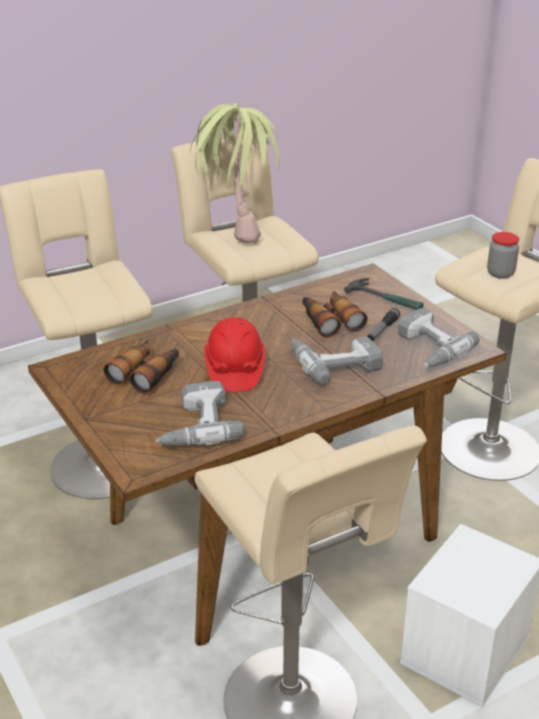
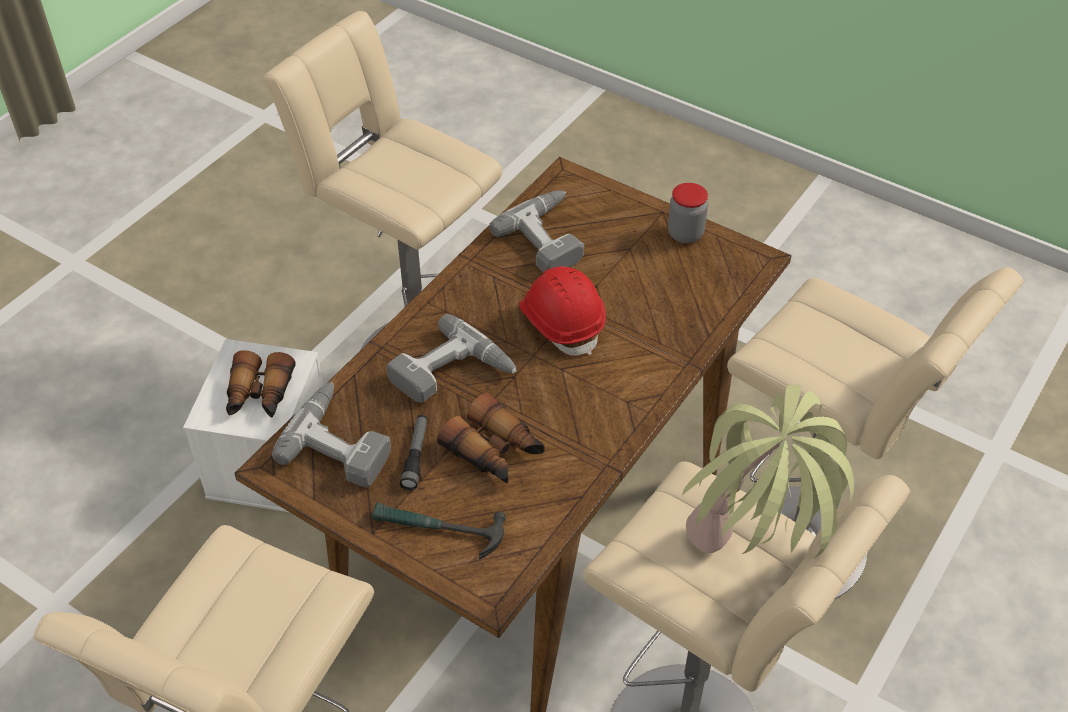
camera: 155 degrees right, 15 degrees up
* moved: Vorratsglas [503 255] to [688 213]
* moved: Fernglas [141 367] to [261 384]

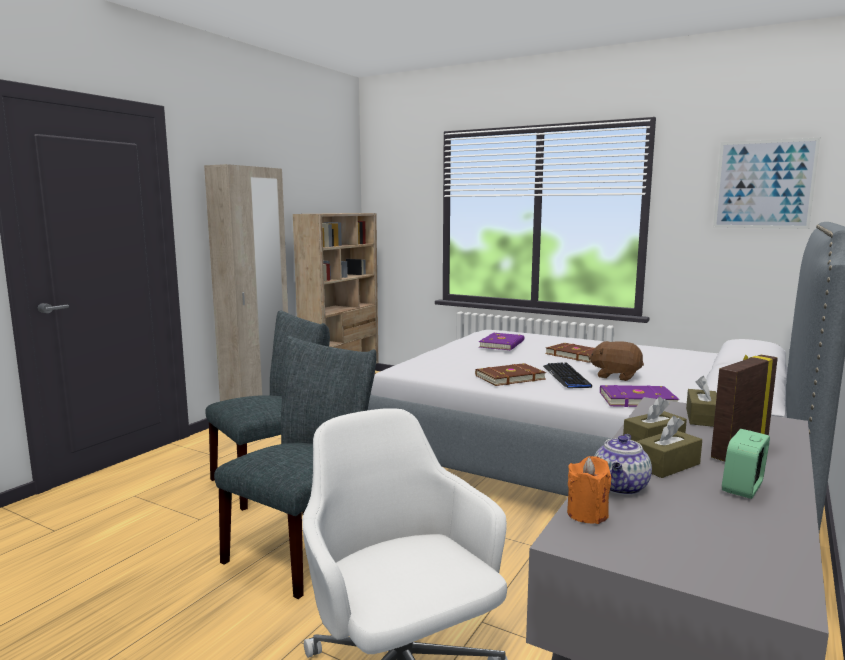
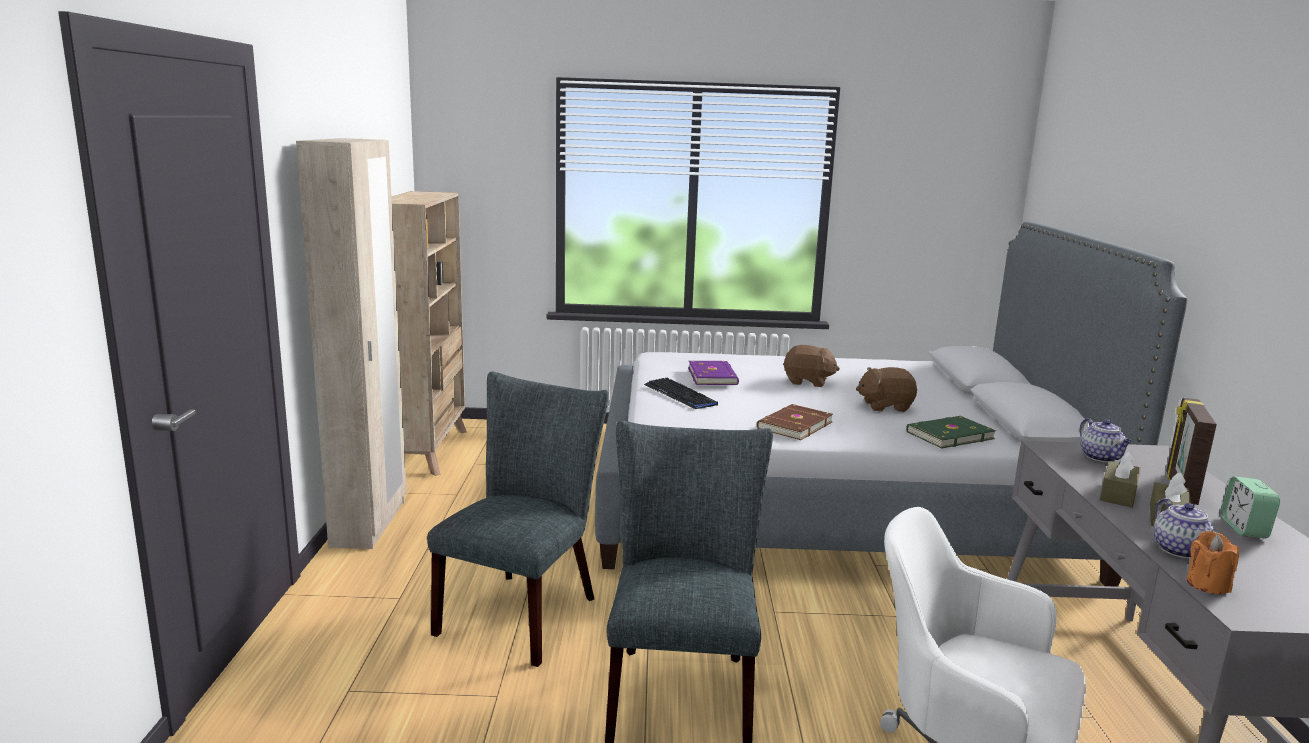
camera: 30 degrees left, 5 degrees up
* removed: Bild [766 183]
* replaced: Buch (braun) [570 353] to Plüschtier (braun) [811 366]
* moved: Tastatur [567 375] to [681 393]
* replaced: Taschentuchbox (braun) [701 401] to Teekanne [1105 440]
* recoloured: Buch (lila) [639 396] to Buch (grün) [951 432]

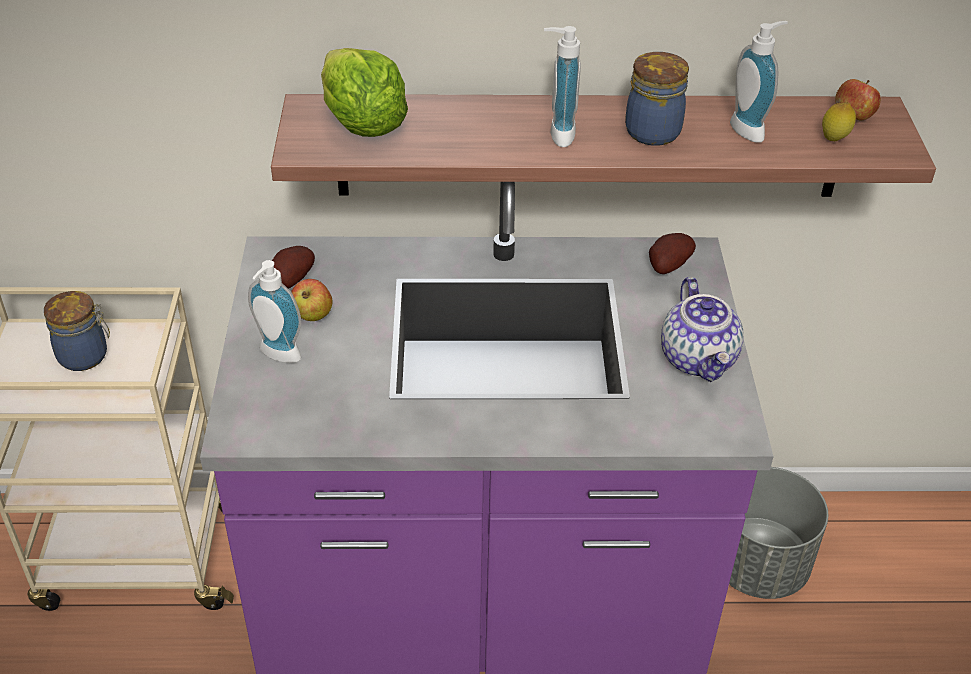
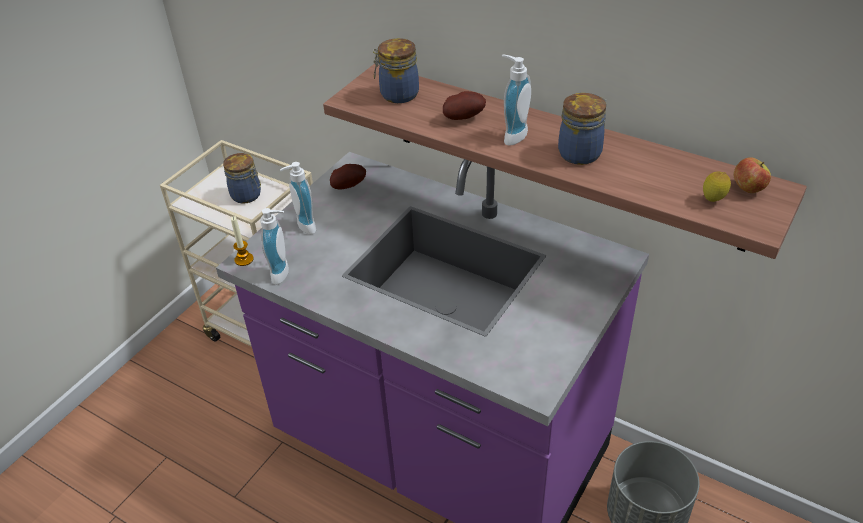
camera: 35 degrees right, 0 degrees up
* moved: Seifenspender [759 82] to [274 246]
* replaced: Salatkopf [364 92] to Vorratsglas [396 70]
* moved: Kartoffel [672 253] to [464 105]
* removed: Teekanne [702 329]
* removed: Apfel [311 300]
* added: Kerze [242 241]

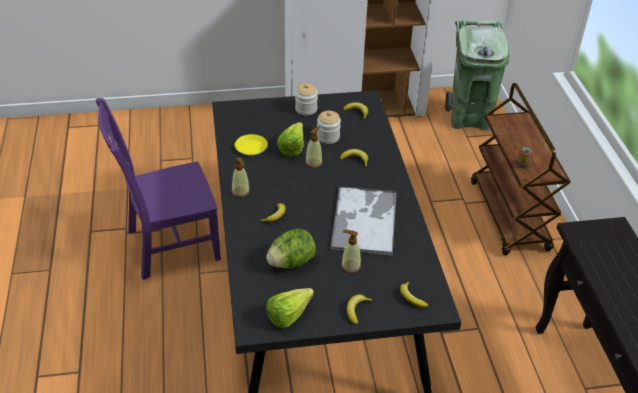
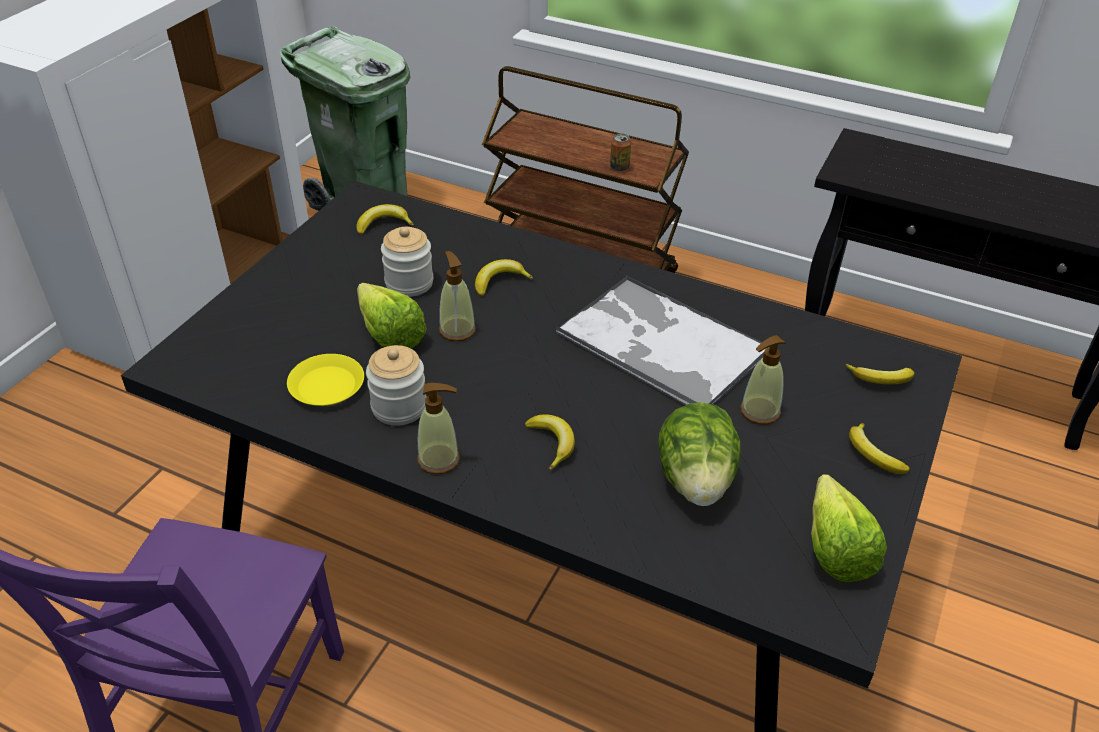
camera: 55 degrees left, 0 degrees up
* moved: Vorratsglas [306 99] to [396 385]

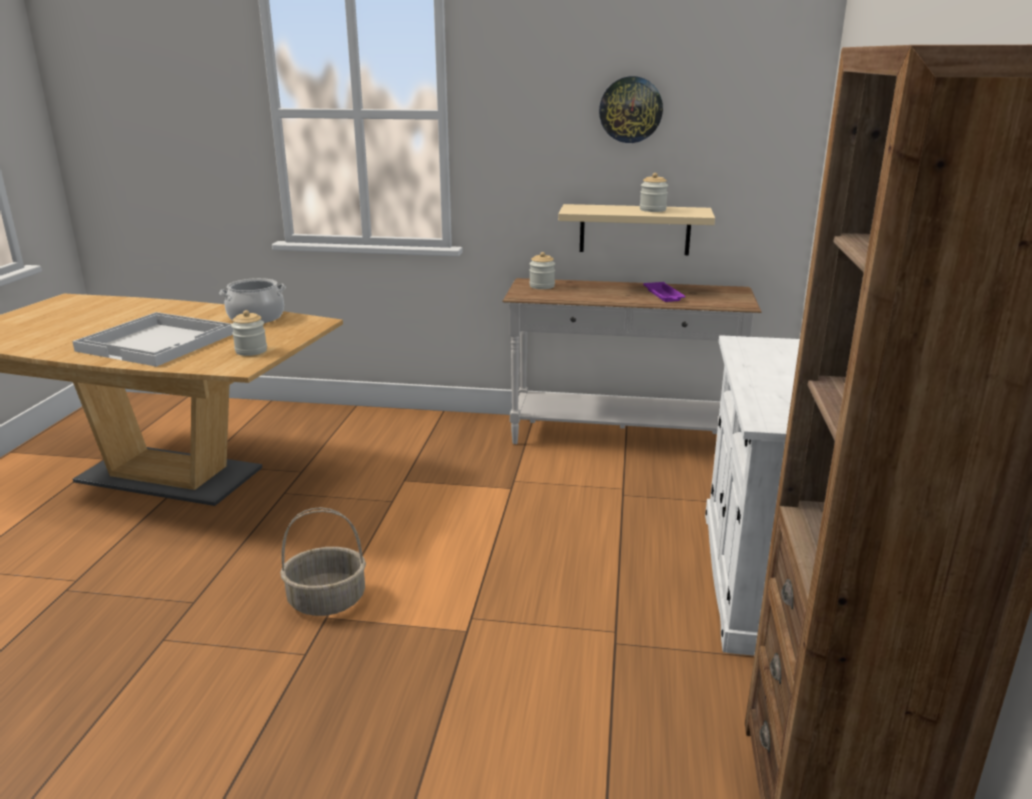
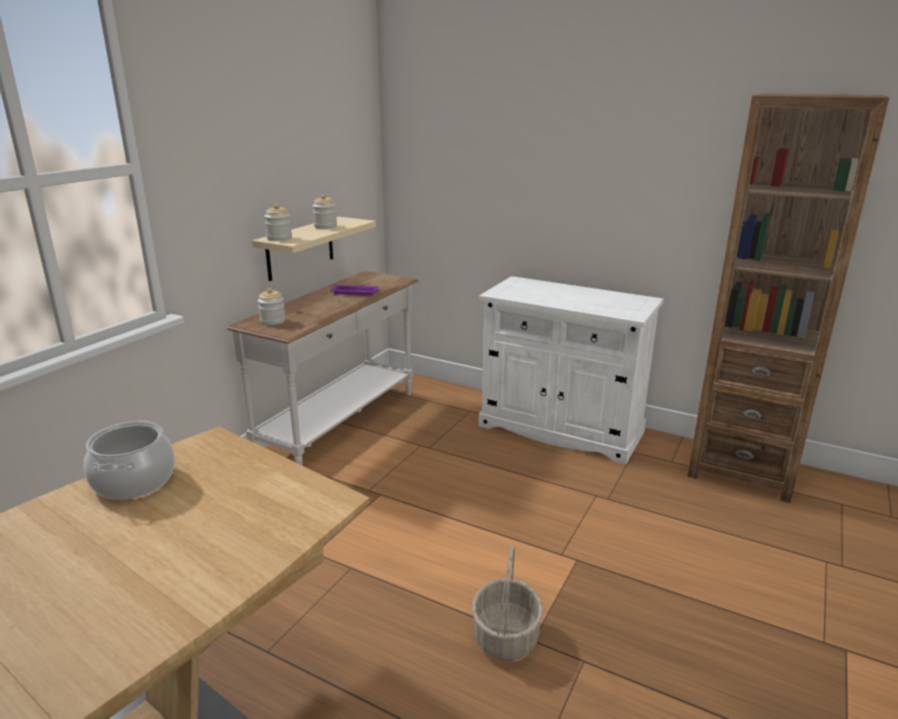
camera: 70 degrees left, 0 degrees up
* removed: Wanduhr [631 109]
* moved: Vorratsglas [249 333] to [278 222]
* removed: Tablett (weiß) [152 339]

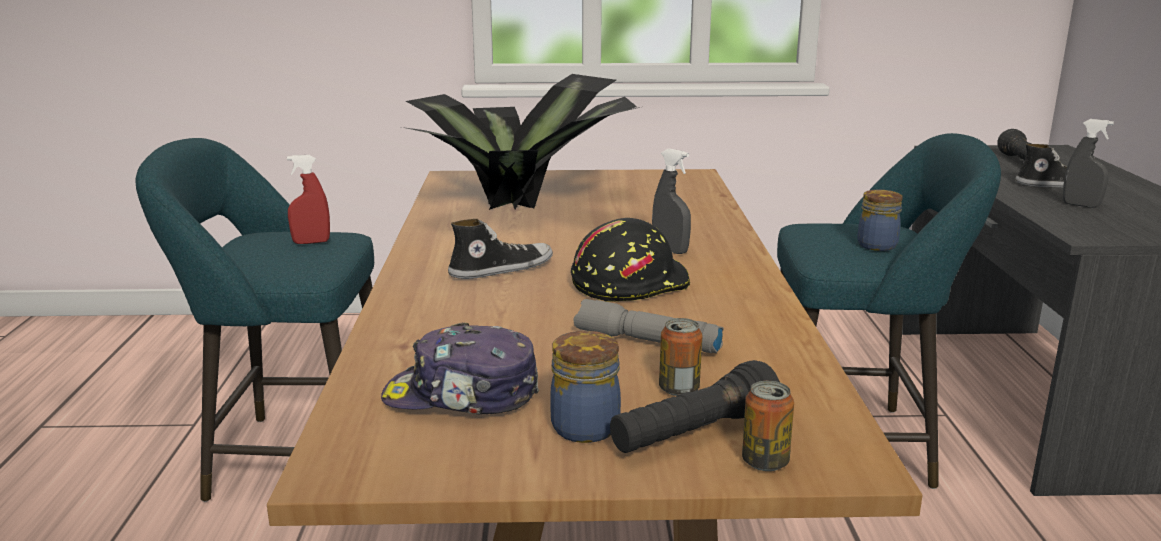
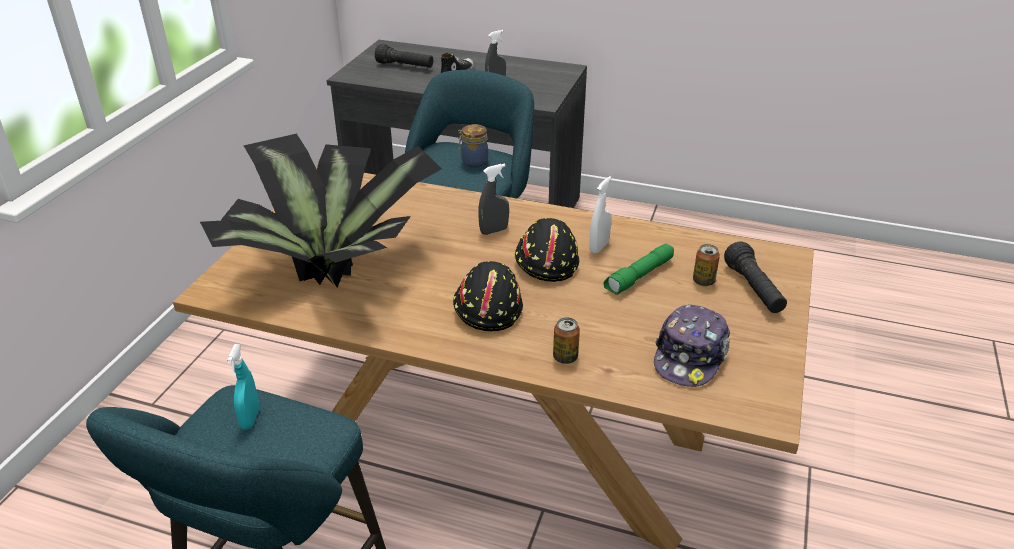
camera: 70 degrees left, 15 degrees up
* recoloured: Sprühflasche (rot) [308 199] to Sprühflasche (türkis) [243 387]
* replaced: Schuh [500 249] to Schutzhelm (schwarz) [488 296]
* recoloured: Taschenlampe (grau) [649 326] to Taschenlampe (grün) [639 269]
* removed: Vorratsglas [585 387]
* moved: Dose [768 426] to [566 340]
* added: Sprühflasche (weiß) [600 215]

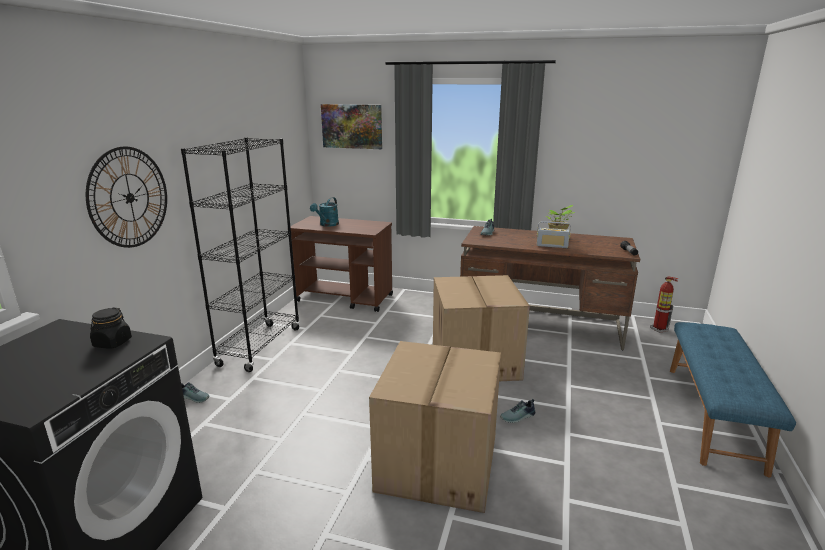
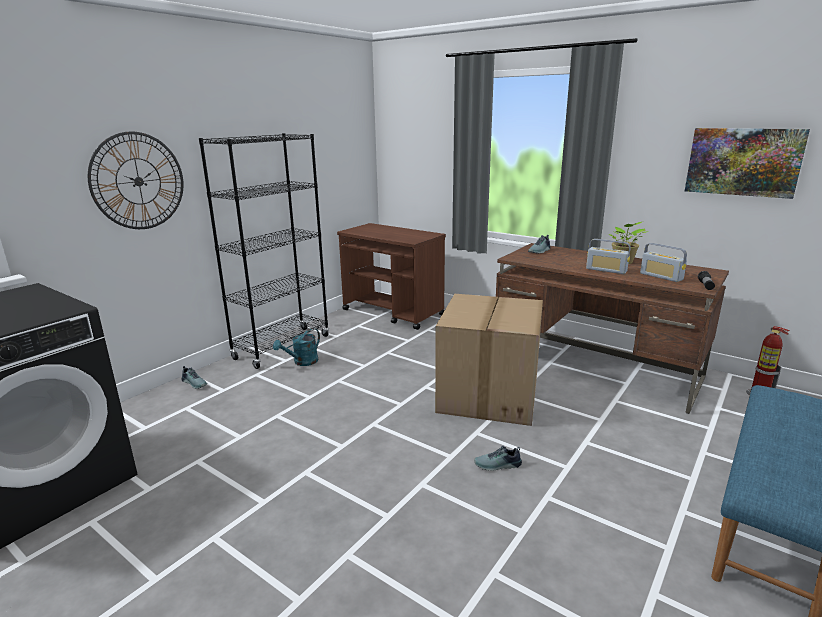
camera: 20 degrees right, 0 degrees up
* moved: Bild [351 126] to [747 163]
* moved: Gießkanne (türkis) [324 212] to [296 347]
* removed: Vorratsglas (schwarz) [111 328]
* removed: Karton [435 427]
* added: Radio [663 262]

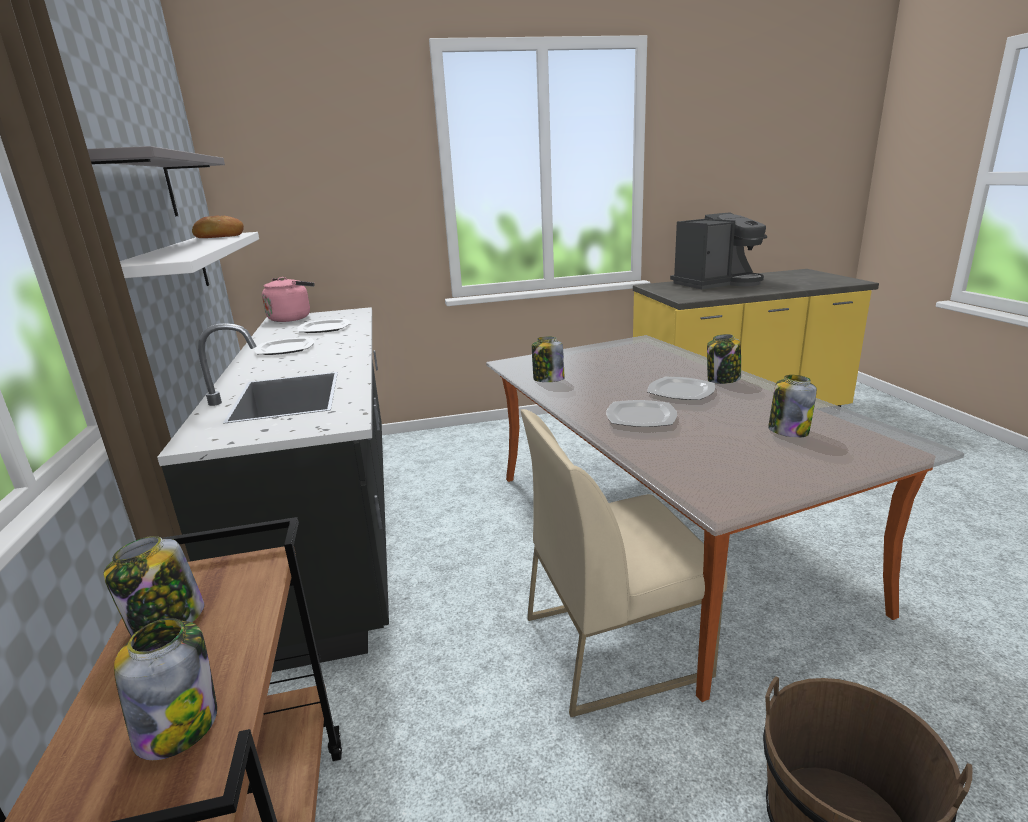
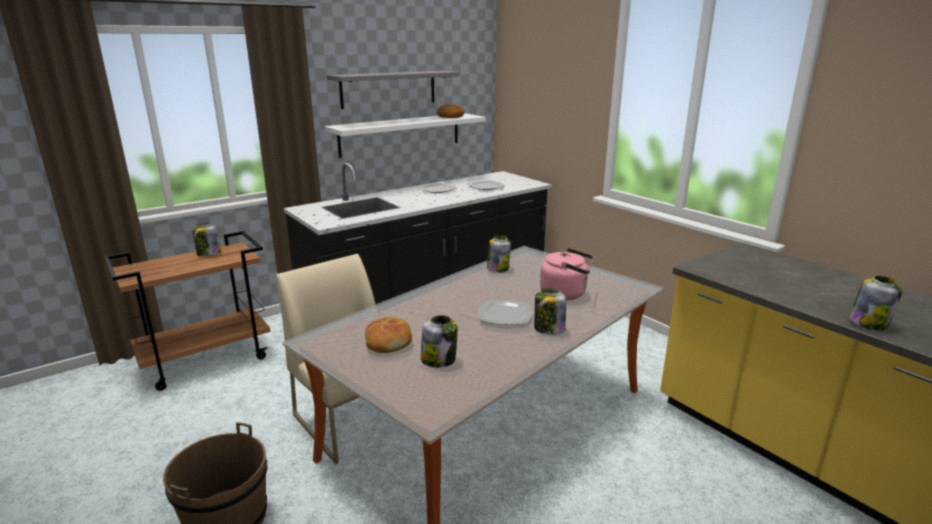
camera: 65 degrees right, 0 degrees up
* removed: Kaffeemaschine [718 250]
* moved: Wasserkessel (rosa) [288 299] to [566 274]
* removed: Teller [641 413]
* moved: Vorratsglas [165 689] to [876 303]
* added: Brot [388 335]

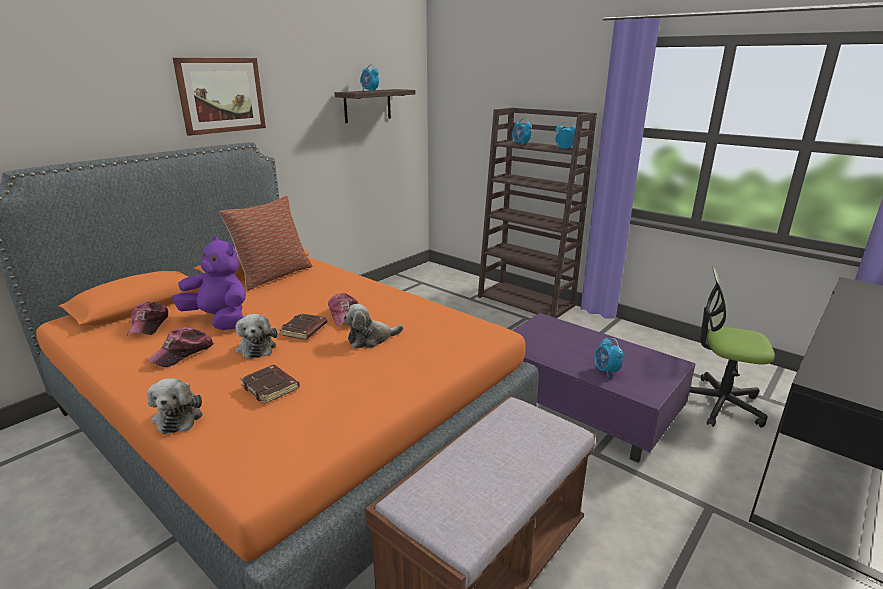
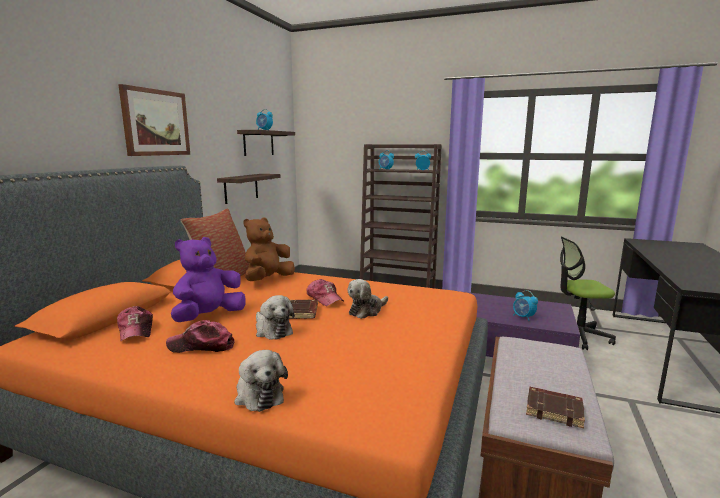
camera: 20 degrees left, 10 degrees down
* turned: Plüschtier (lila) [209 283] = [208 279] 60 degrees counterclockwise
* turned: Kappe [180 347] = [200 336] 75 degrees clockwise
* moved: Buch (braun) [270 384] to [555 408]
* added: Wandregal [249 189]
* added: Plüschtier (braun) [269 249]

